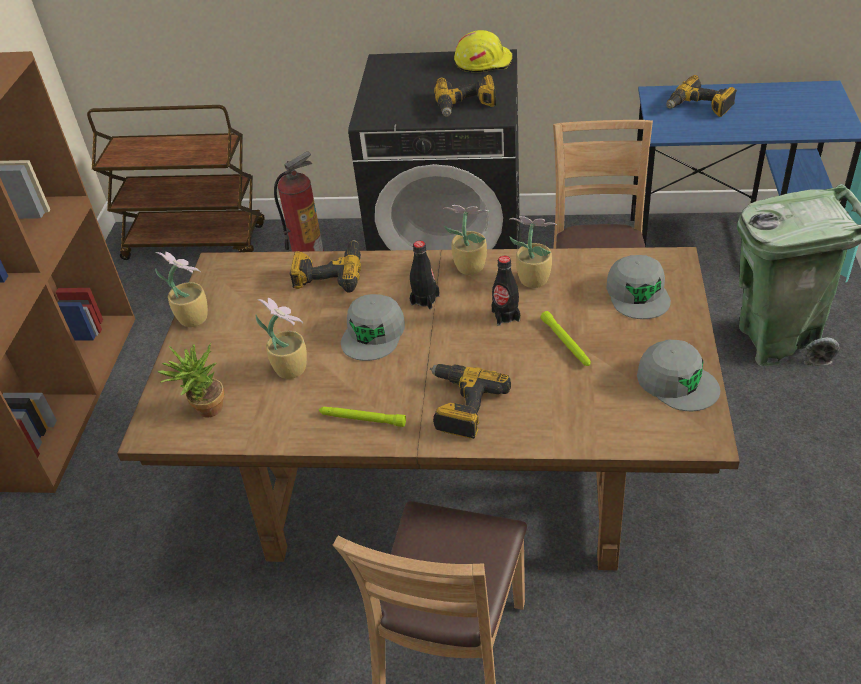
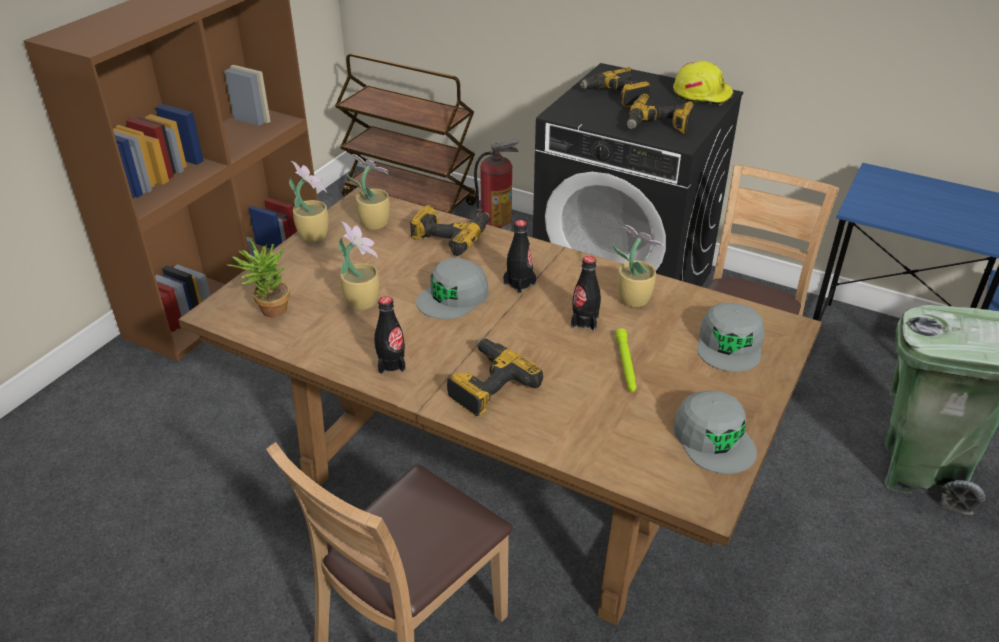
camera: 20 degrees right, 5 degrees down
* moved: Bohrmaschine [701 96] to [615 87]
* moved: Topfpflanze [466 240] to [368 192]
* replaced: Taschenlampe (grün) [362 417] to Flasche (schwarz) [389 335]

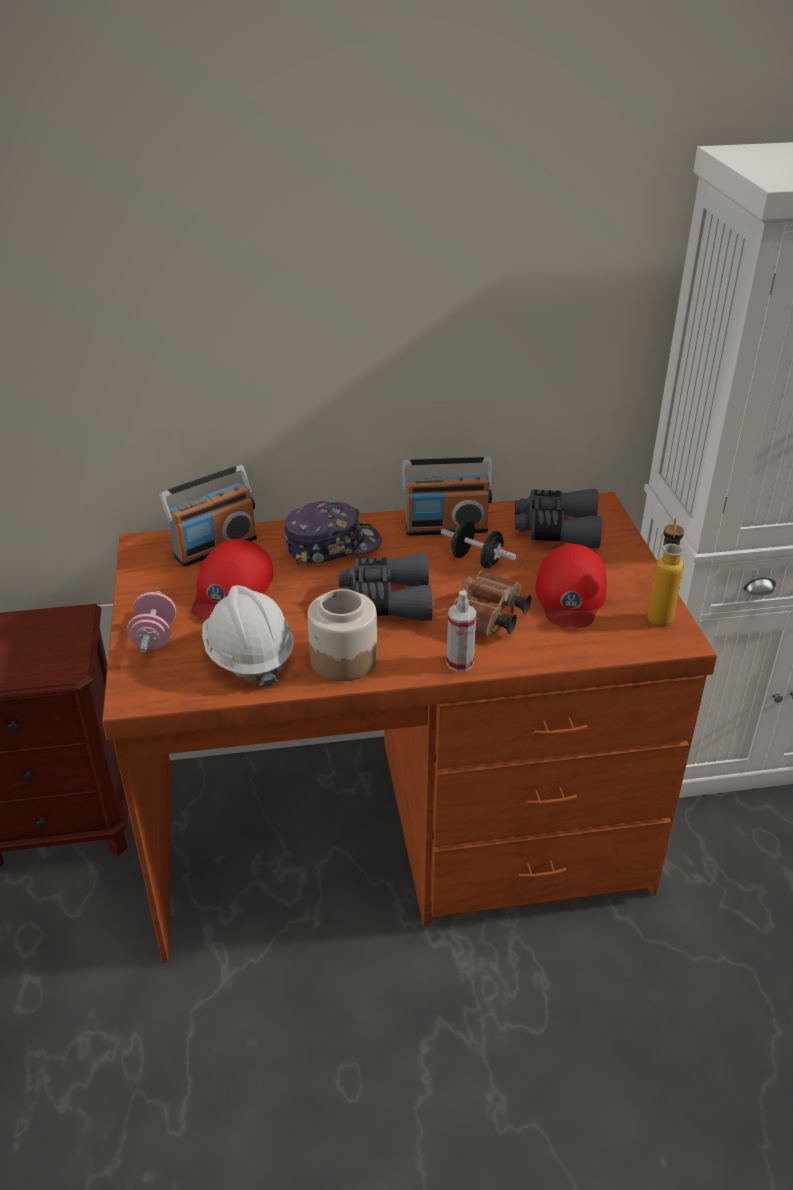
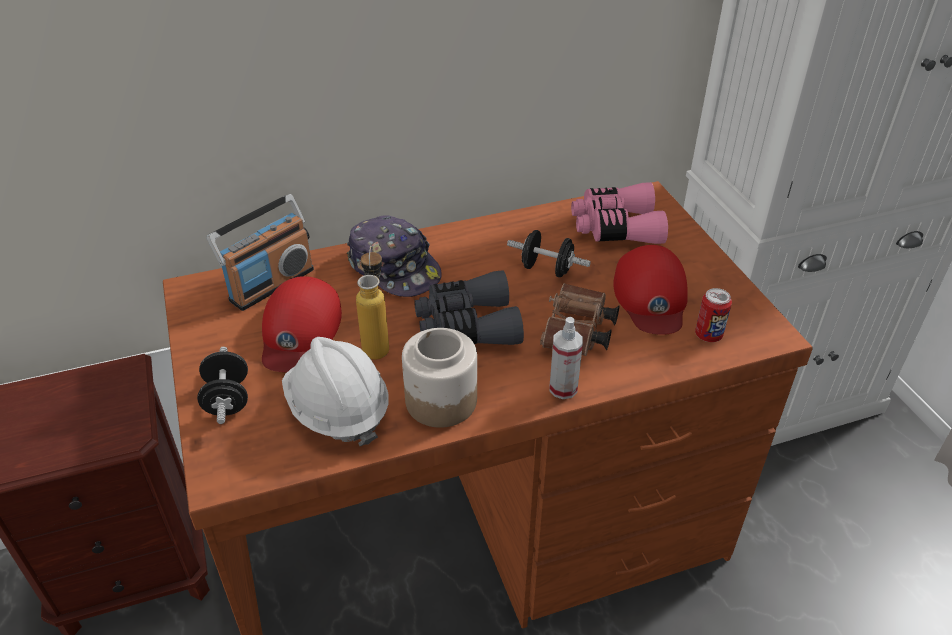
camera: 10 degrees left, 5 degrees up
* removed: Radio [447 496]
* recoloured: Fernglas (grau) [558 518] to Fernglas (rosa) [619 213]
* turned: Kappe [333 533] = [394 256] 75 degrees clockwise
* moved: Flasche [665 572] to [372 302]
* recoloured: Hantel (rosa) [151 622] to Hantel (schwarz) [222 385]
* added: Dose [713 315]

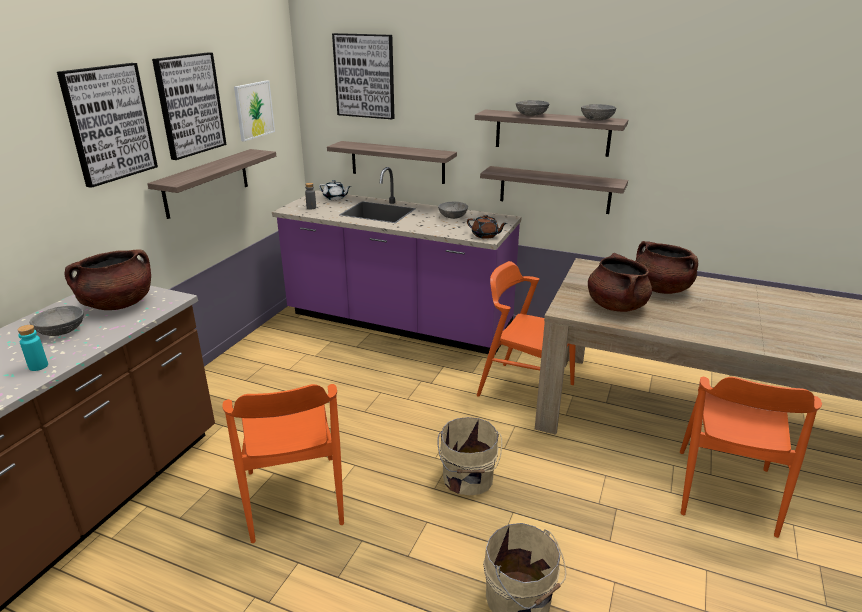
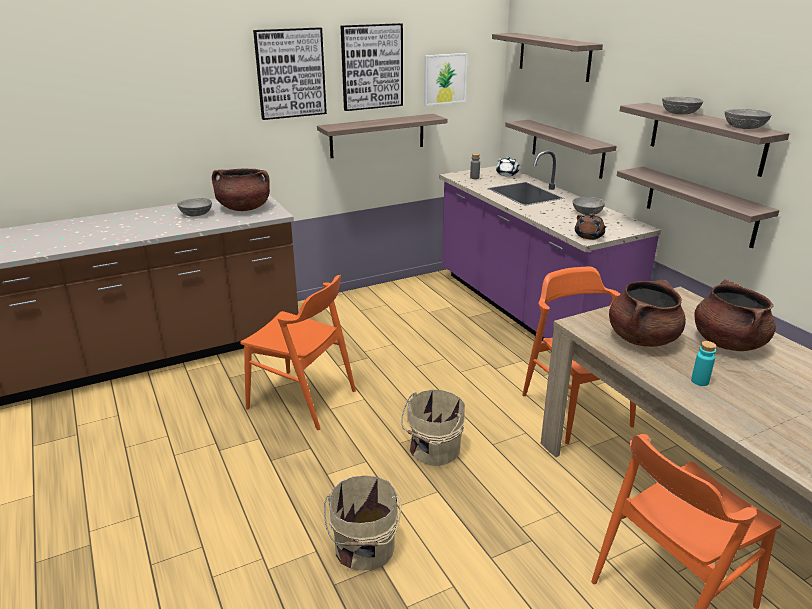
camera: 40 degrees right, 0 degrees up
* replaced: Bild [363 76] to Wandregal [547 57]
* moved: Flasche (türkis) [32 348] to [703 363]
* turned: Stuhl (orange) [283 463] = [298 352] 90 degrees counterclockwise

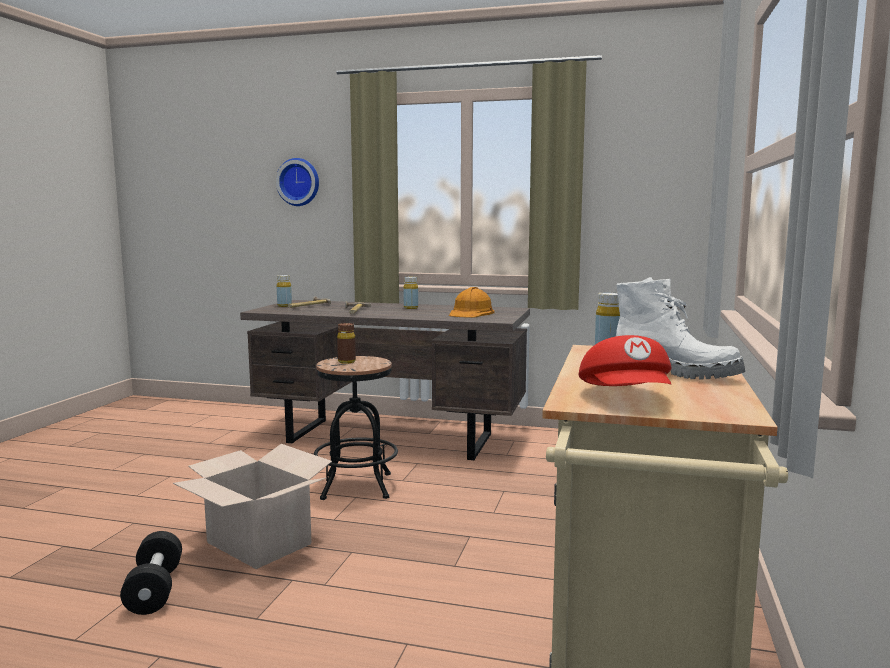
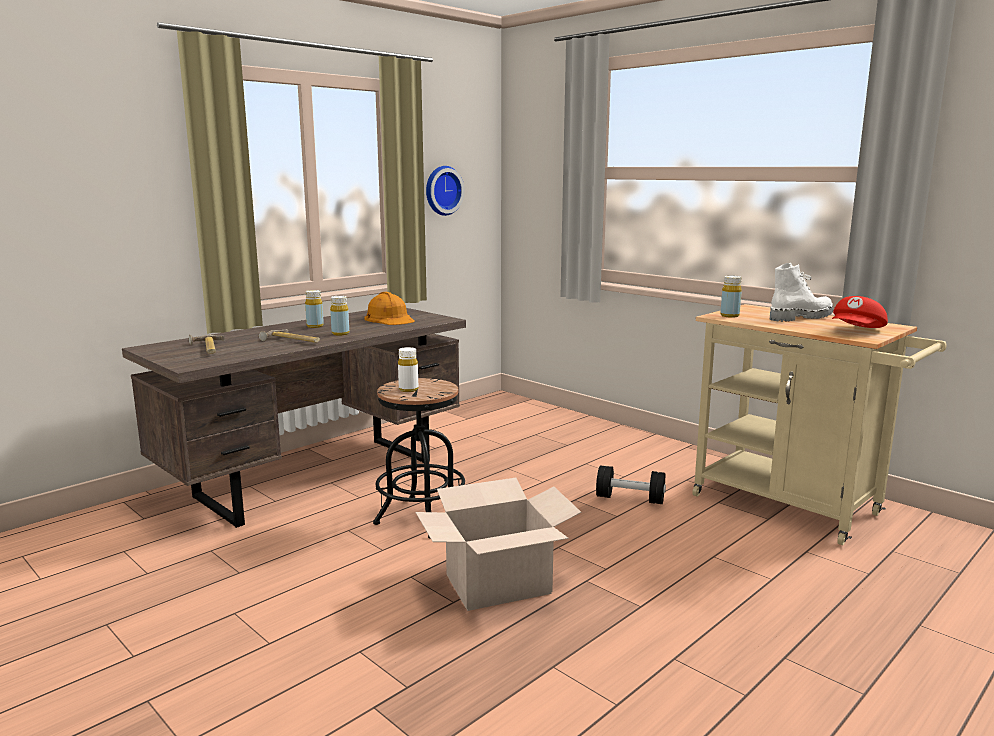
camera: 60 degrees left, 5 degrees up
* moved: Wanduhr [297 182] to [445 191]
* moved: Flasche (gelb) [284 291] to [339 316]
* recoloured: Flasche (braun) [346 343] to Flasche (weiß) [408 369]
* turned: Kappe (rot) [625 360] = [860 312] 105 degrees clockwise
* moved: Hantel (schwarz) [151 573] to [631 484]

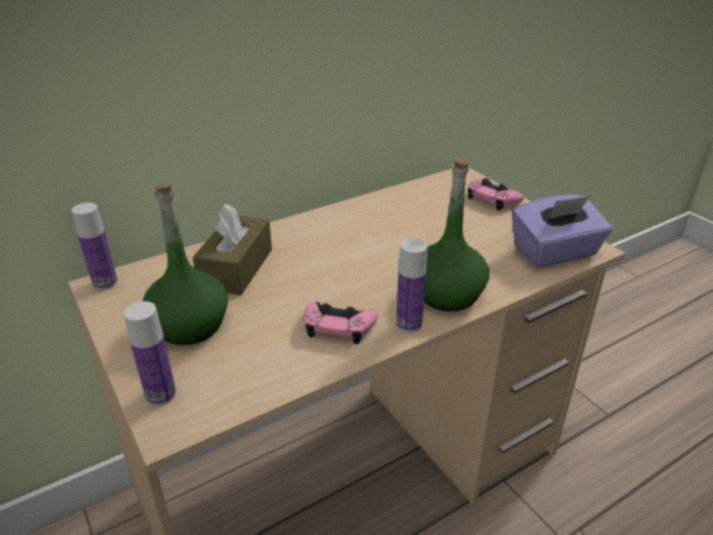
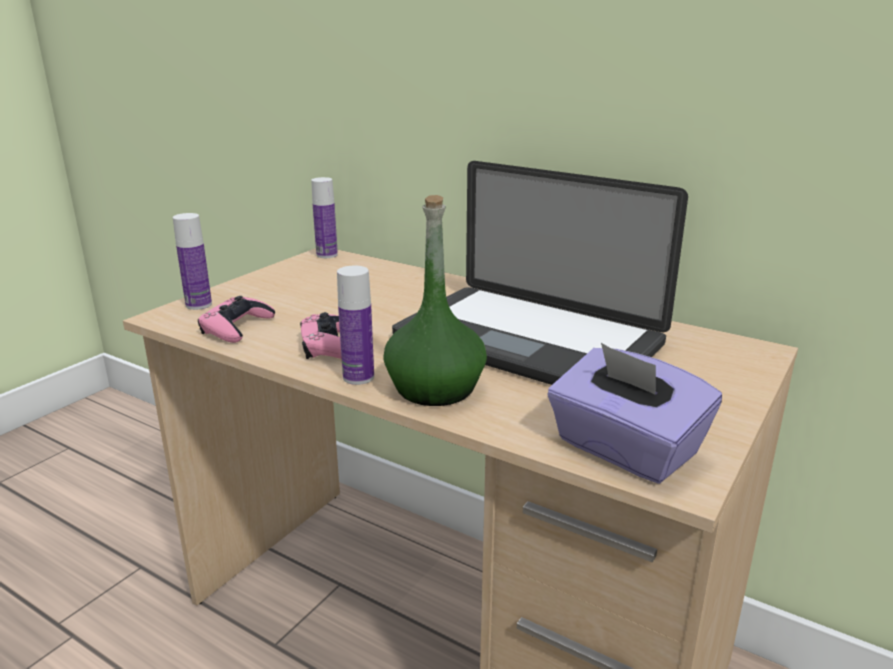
camera: 65 degrees right, 10 degrees down
* moved: Gamepad (rosa) [496 194] to [236 319]
* removed: Flasche (grün) [185 264]
* removed: Taschentuchbox (braun) [232 249]
* added: Laptop [540 273]

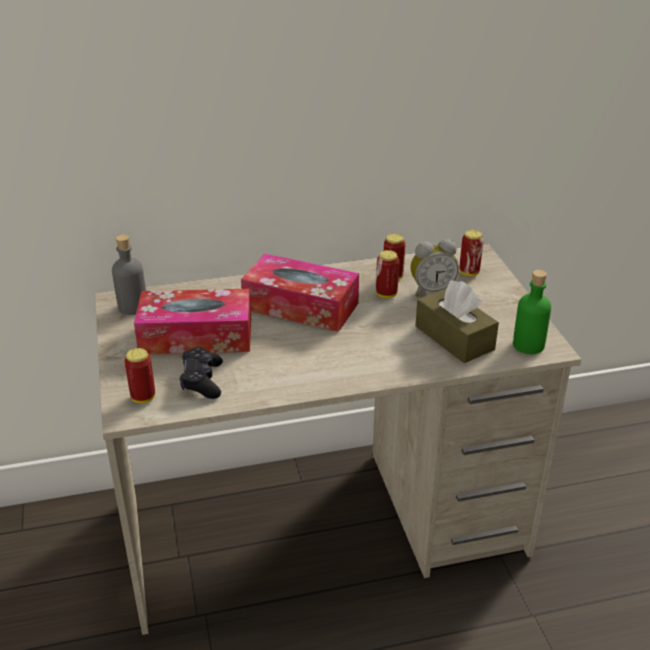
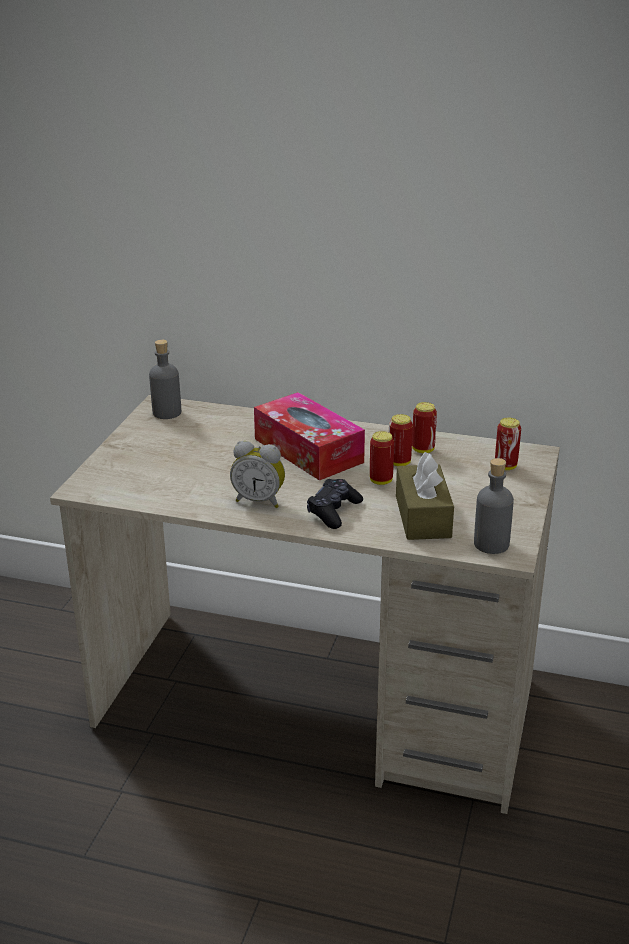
camera: 30 degrees right, 5 degrees down
* moved: Wecker [434 268] to [257 474]
* recoloured: Flasche (grün) [532 312] to Flasche (grau) [494 506]
* removed: Taschentuchbox [192 322]
* moved: Gamepad (schwarz) [201 373] to [335 504]
* moved: Dose [140 375] to [382 458]

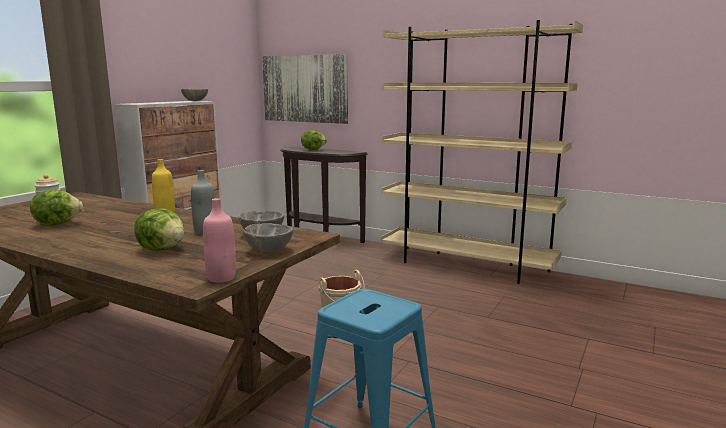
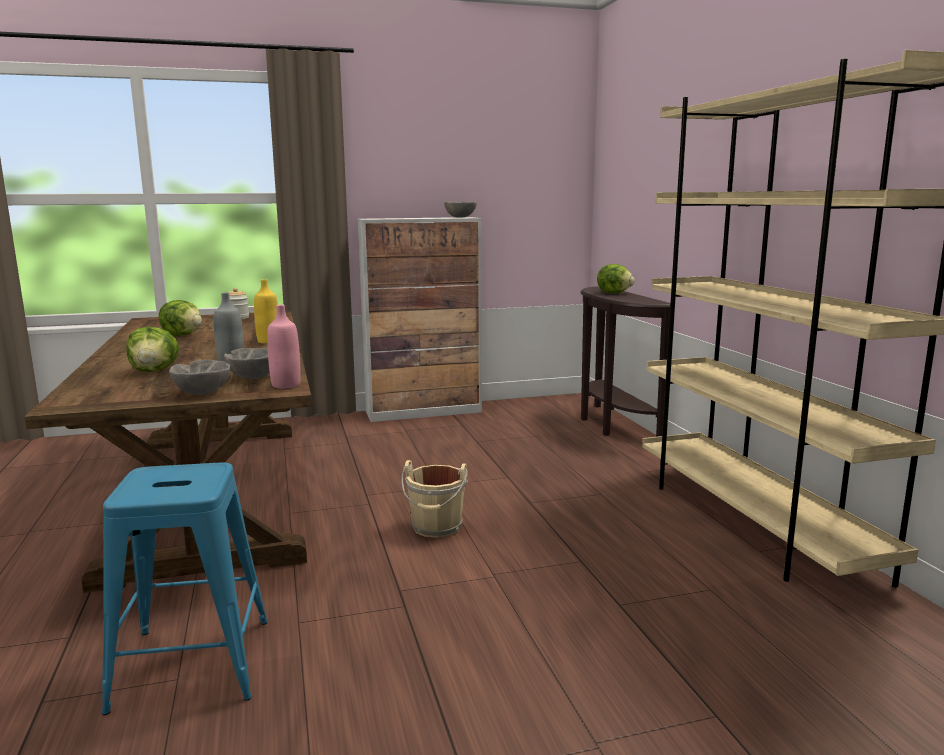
camera: 45 degrees right, 0 degrees up
* removed: Bild [305 89]
* moved: Flasche (rosa) [219 240] to [284 347]

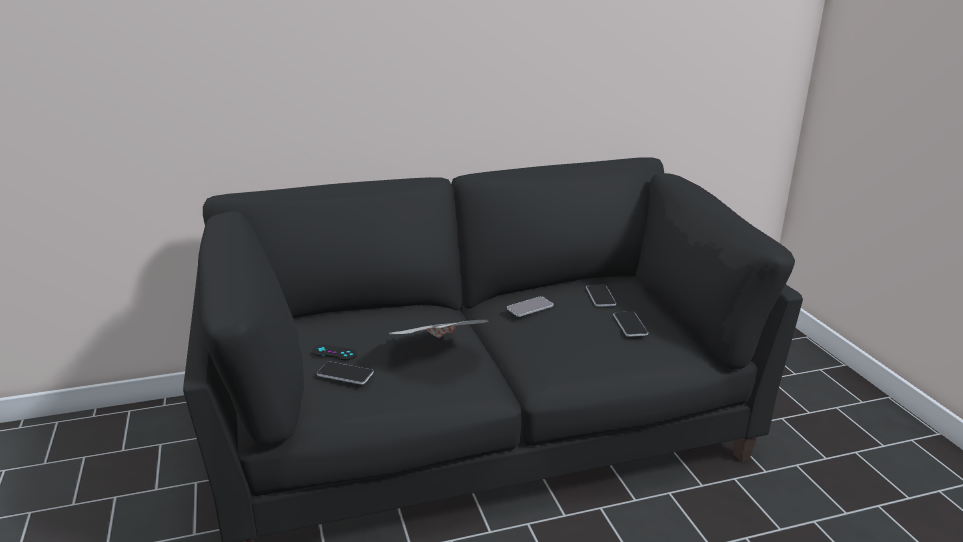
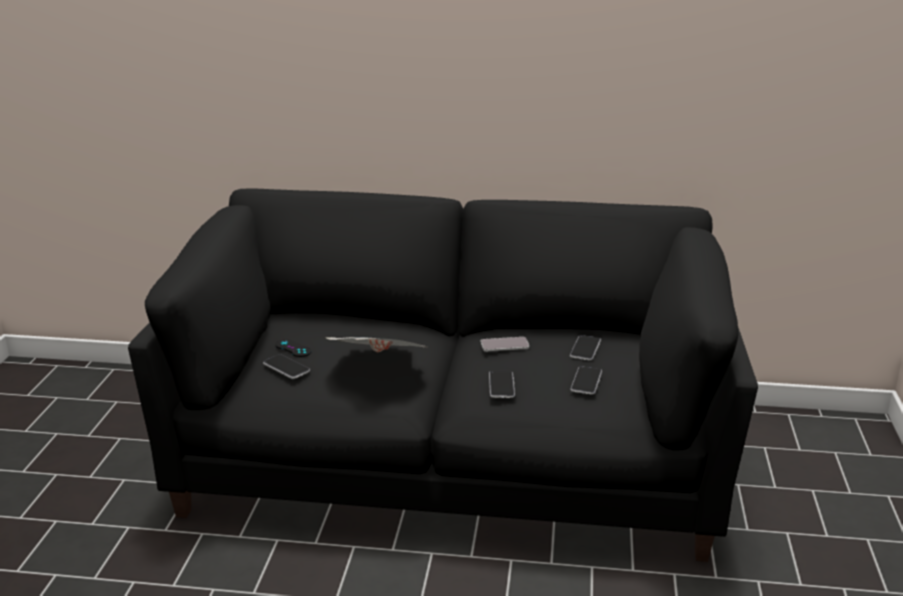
camera: 25 degrees right, 0 degrees up
* added: Handy [502 384]

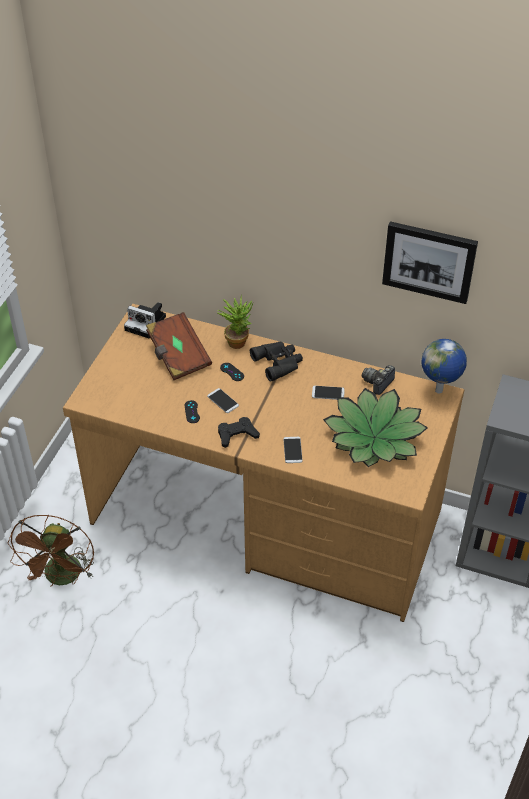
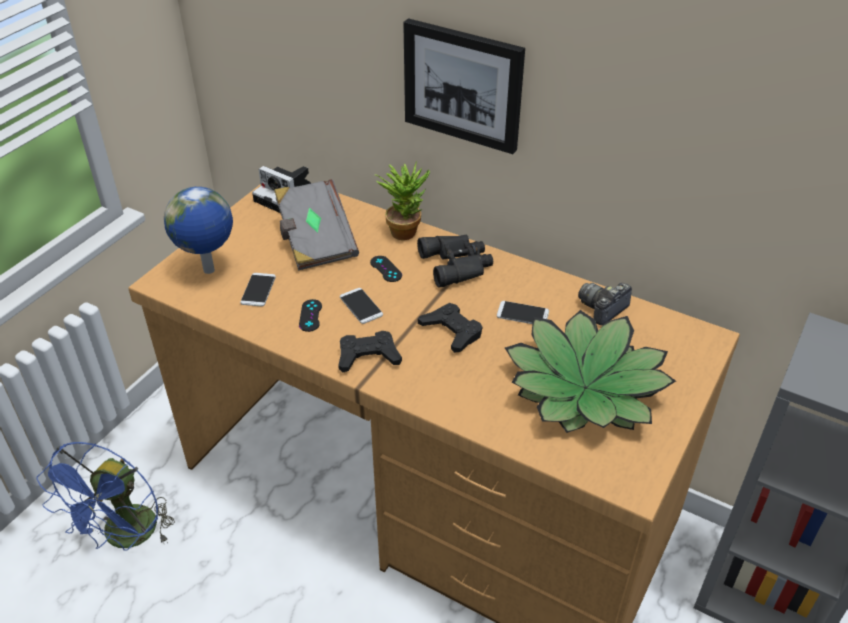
camera: 10 degrees right, 5 degrees down
* moved: Bild [430 262] to [464 86]
* recoloured: Buch (braun) [179 346] to Buch (grau) [316 225]
* moved: Globus [444 366] to [198 230]
* moved: Handy [293 450] to [258 289]
* recoloured: Ventilator (braun) [51 551] to Ventilator (blau) [106 496]
* added: Gamepad (schwarz) [450 328]

